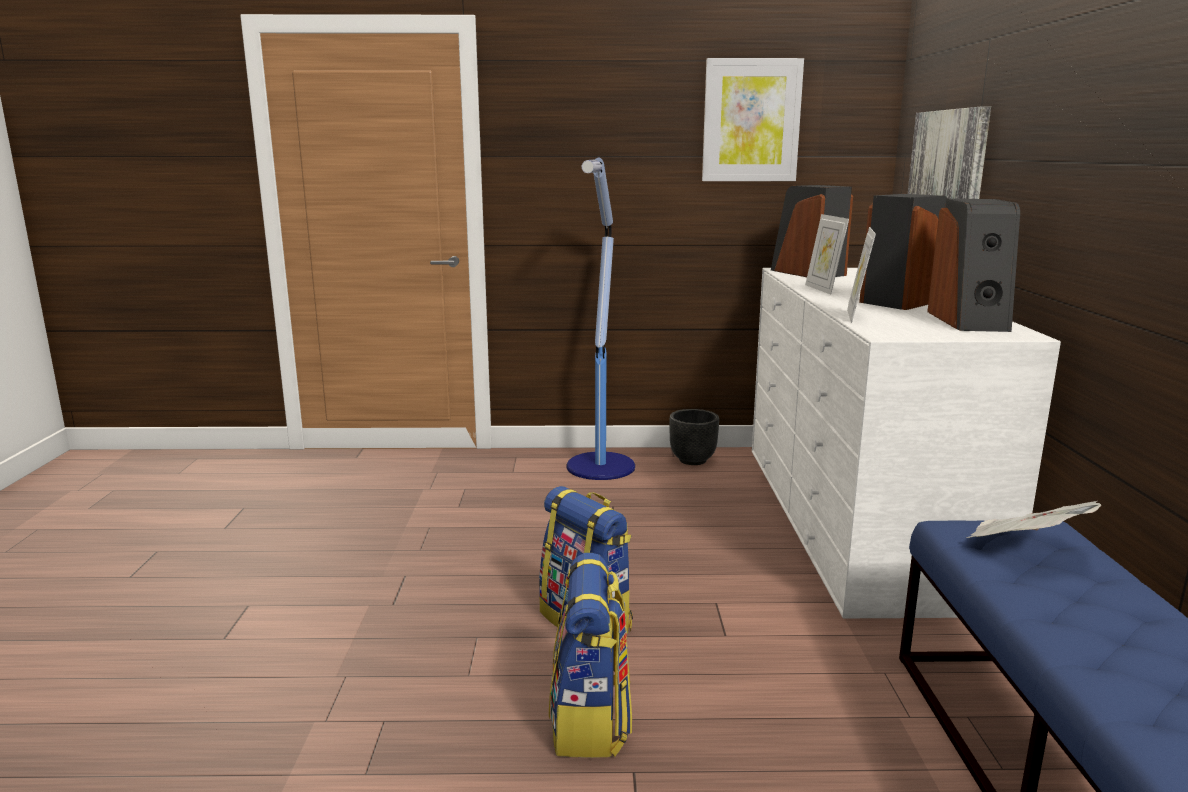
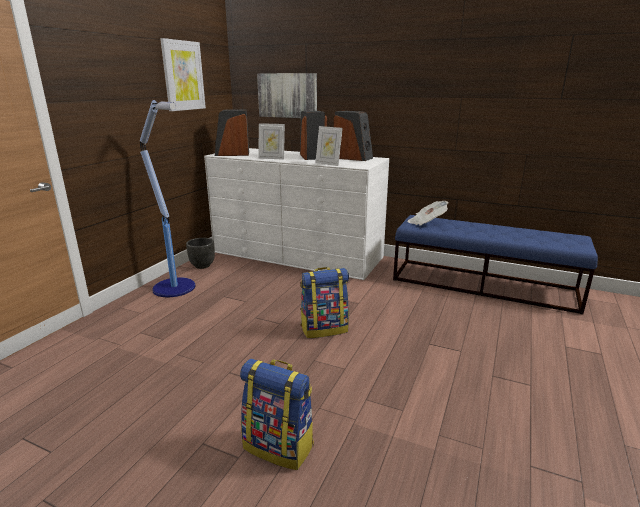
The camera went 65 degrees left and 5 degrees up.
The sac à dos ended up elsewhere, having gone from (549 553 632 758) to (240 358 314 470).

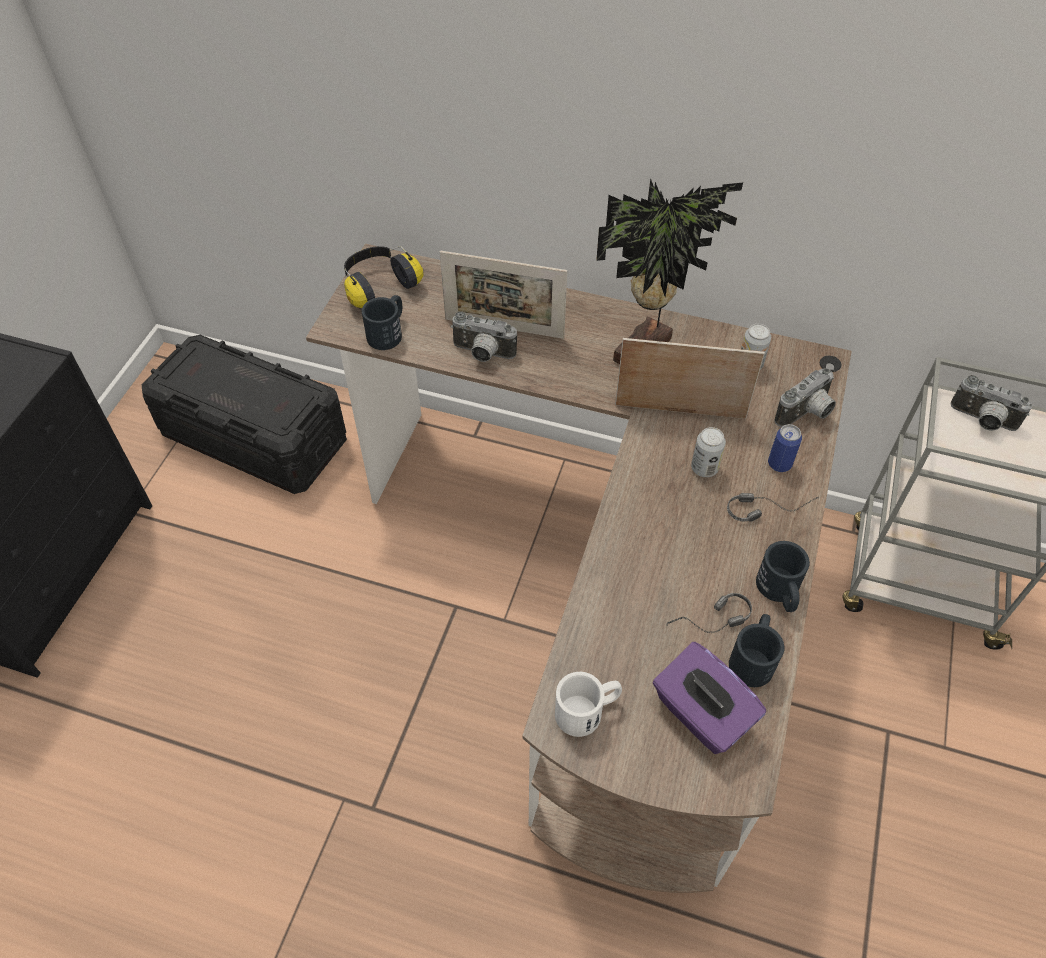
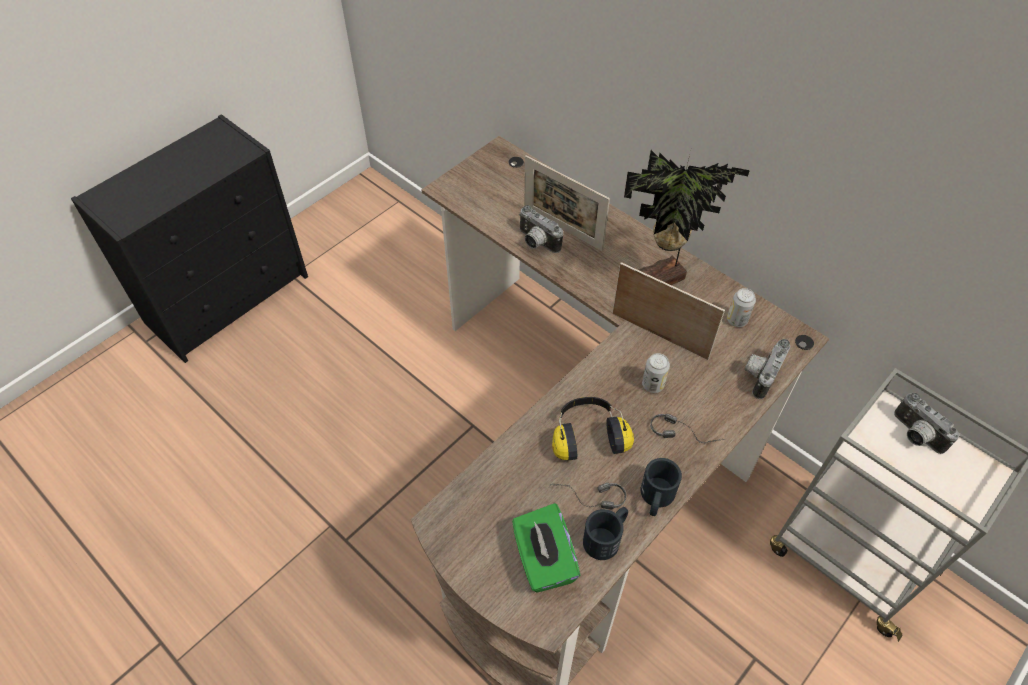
The camera went 25 degrees right and 0 degrees up.
The casque audio ended up elsewhere, having gone from (344 246 424 309) to (552 397 634 461).
The second view lost the mug [noir] at (362 295 402 350).
The second view lost the boîte de rangement [noir] at (142 335 347 494).
The appareil photo at (775 368 836 427) ended up facing another way, 135 degrees clockwise from before.
The second view lost the boîte métallique at (768 424 802 472).
What was the boîte à mouchoirs [violet] at (653 642 766 754) turned into the boîte à mouchoirs [vert] at (512 503 580 593).
The second view lost the mug [blanc] at (555 672 622 737).

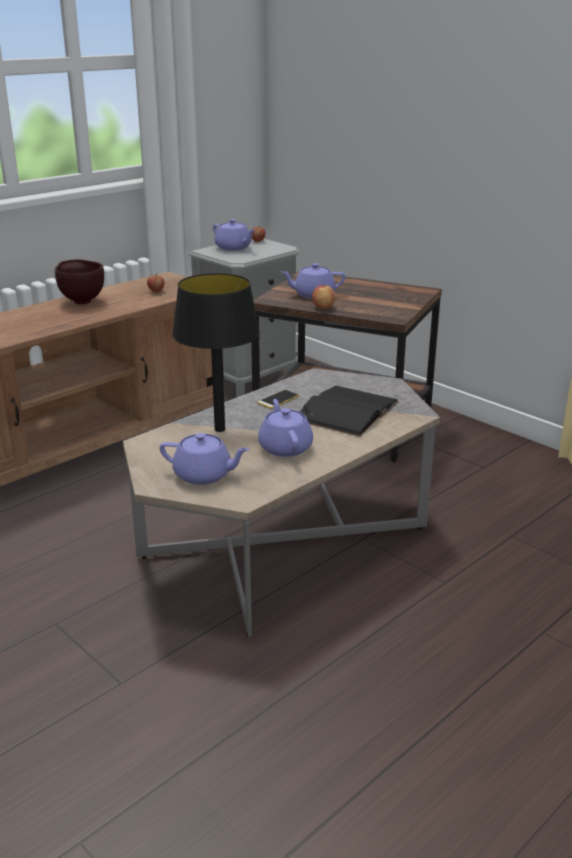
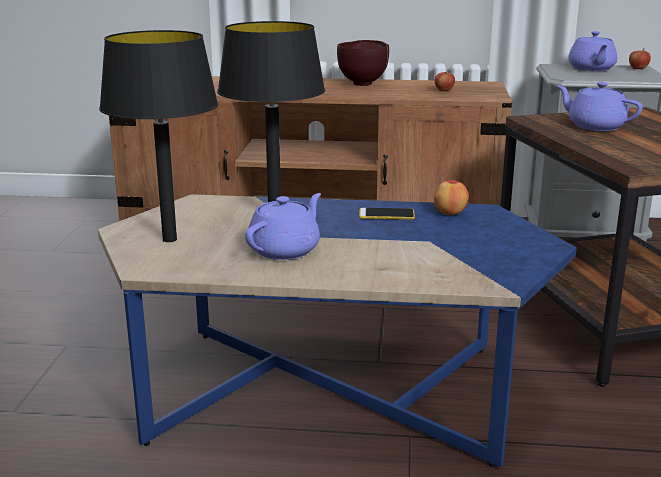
The camera went 50 degrees right and 5 degrees down.
The pomme ended up elsewhere, having gone from (312 285 335 309) to (434 178 469 215).
What was the table basse [gris] at (123 368 440 637) turned into the table basse [bleu] at (98 194 577 467).
The second view lost the livre [noir] at (300 386 399 437).
Where the théière [violet] stood at (160 433 249 485), the lampe de table [noir] came to stand at (99 30 218 242).

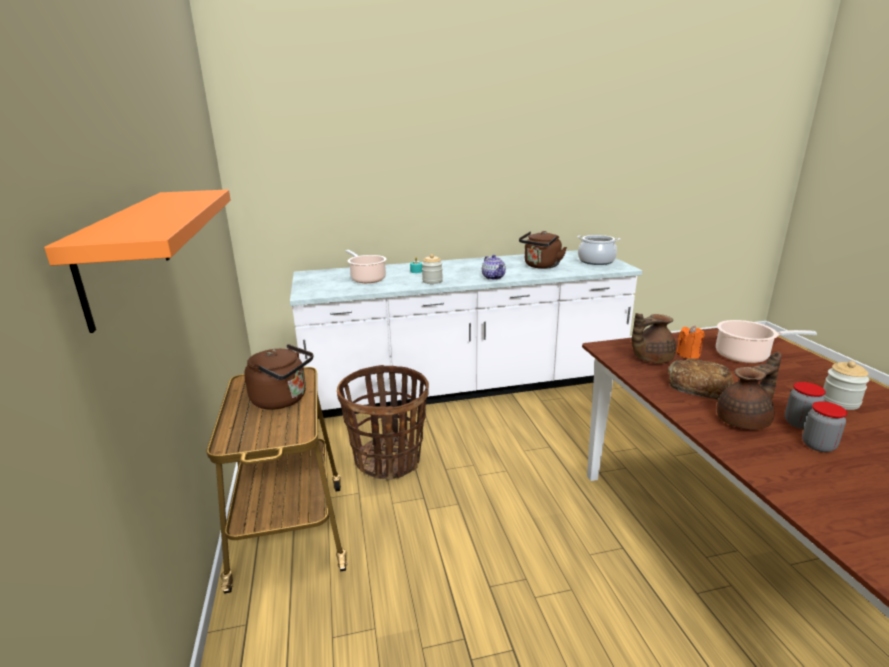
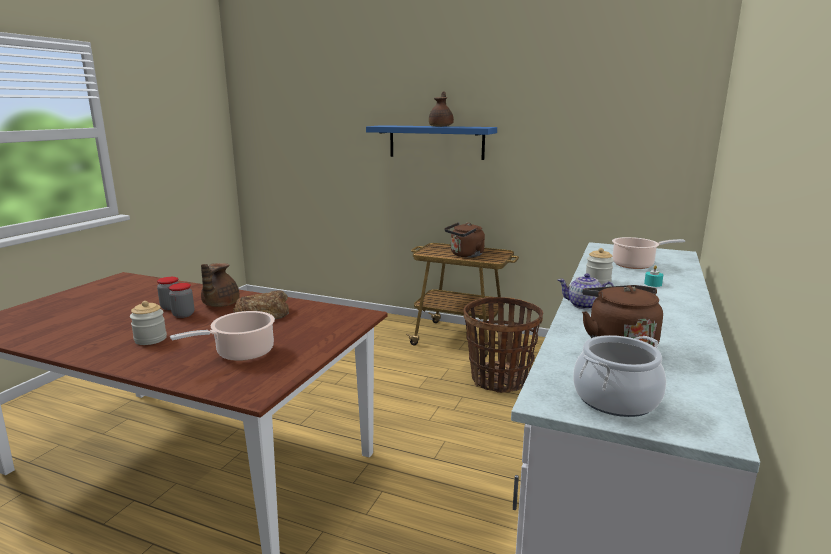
The camera went 125 degrees right and 5 degrees down.
What was the étagère [orange] at (44 189 231 333) turned into the étagère [bleu] at (366 125 497 160).
The théière [marron] ended up elsewhere, having gone from (632 313 676 363) to (429 91 454 127).
The second view lost the bougie [orange] at (676 326 705 359).

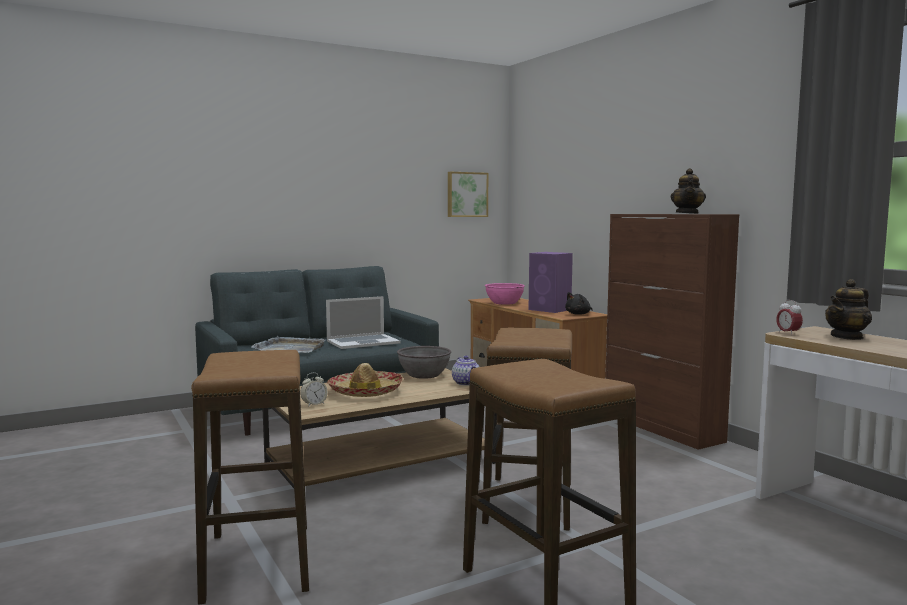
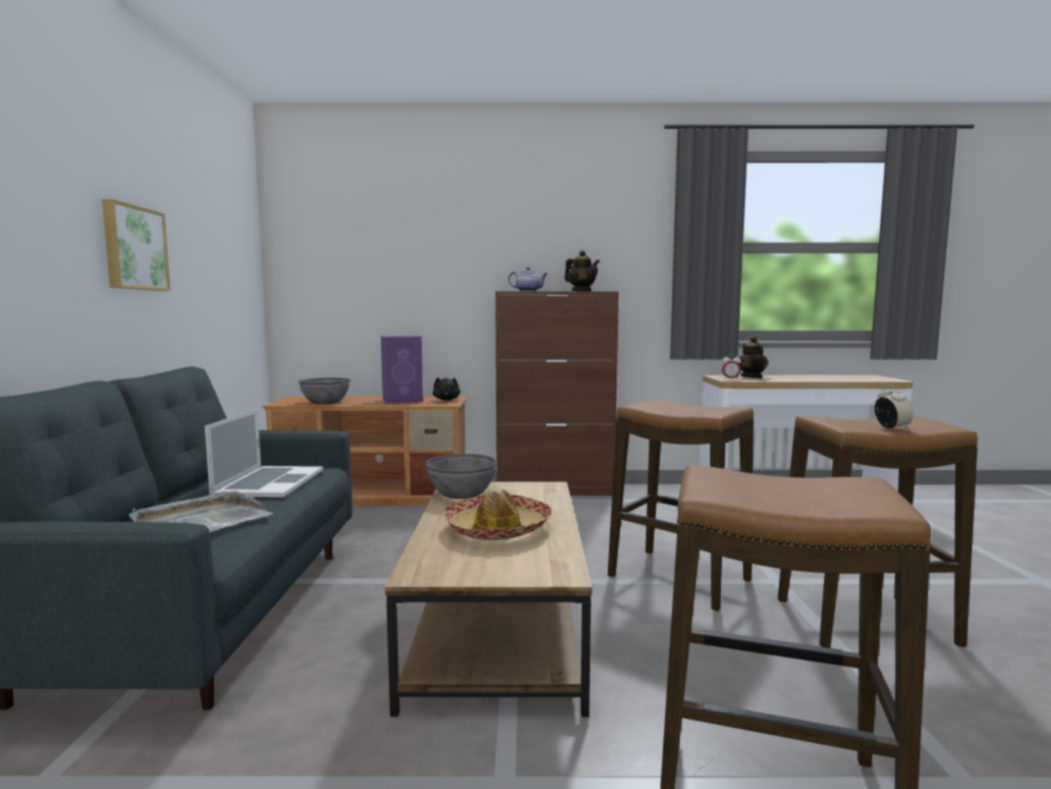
The camera went 60 degrees left and 0 degrees up.
The tableau ended up elsewhere, having gone from (448 172 488 217) to (102 199 170 291).
What was the bol [rose] at (485 283 525 305) turned into the bol [gris] at (298 378 350 404).
The théière ended up elsewhere, having gone from (452 356 479 386) to (508 267 548 291).
The réveil ended up elsewhere, having gone from (300 373 327 407) to (875 385 913 429).

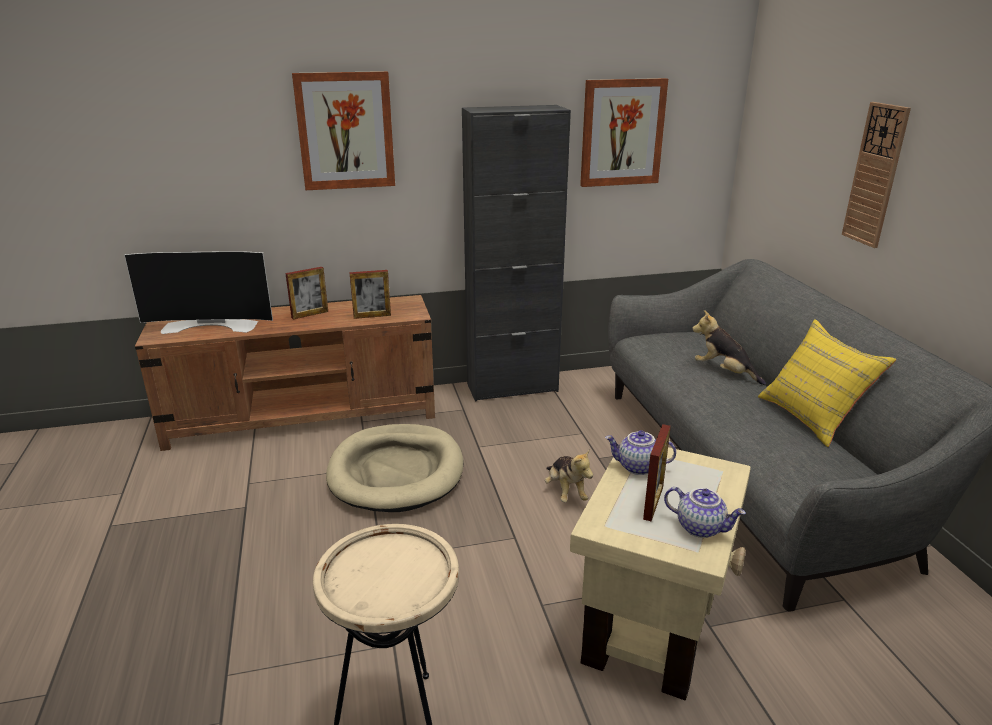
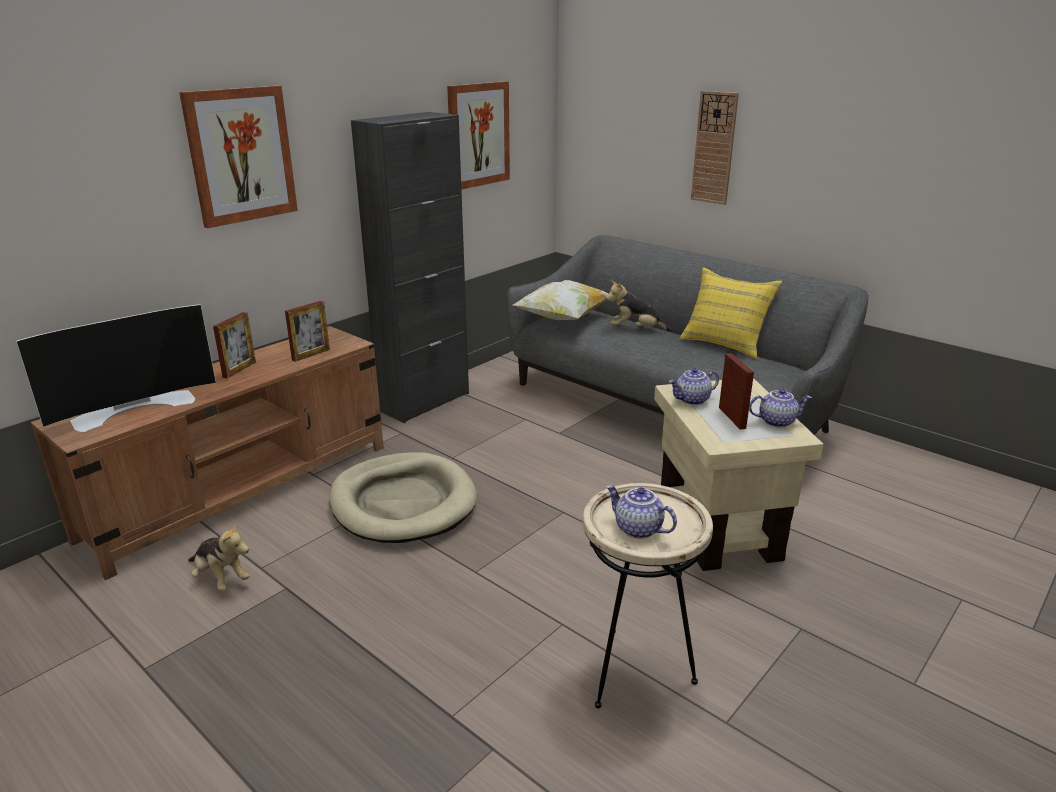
The camera went 35 degrees left and 0 degrees up.
The peluche ended up elsewhere, having gone from (545 449 593 502) to (188 522 250 591).
The second view gained the coussin at (513 280 609 320).
The second view gained the théière at (606 485 677 539).

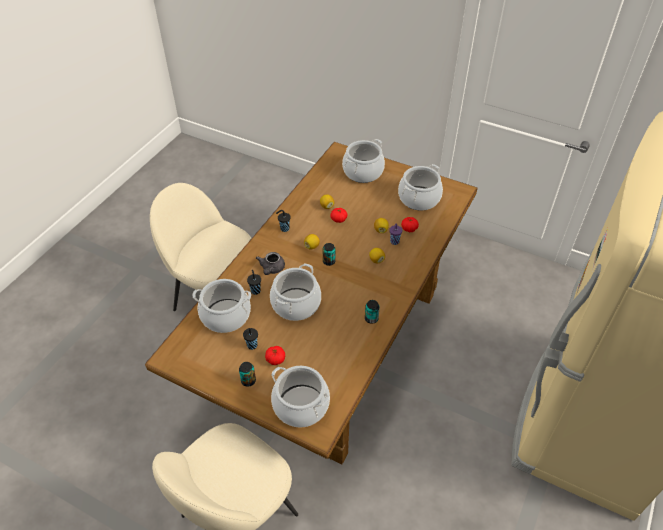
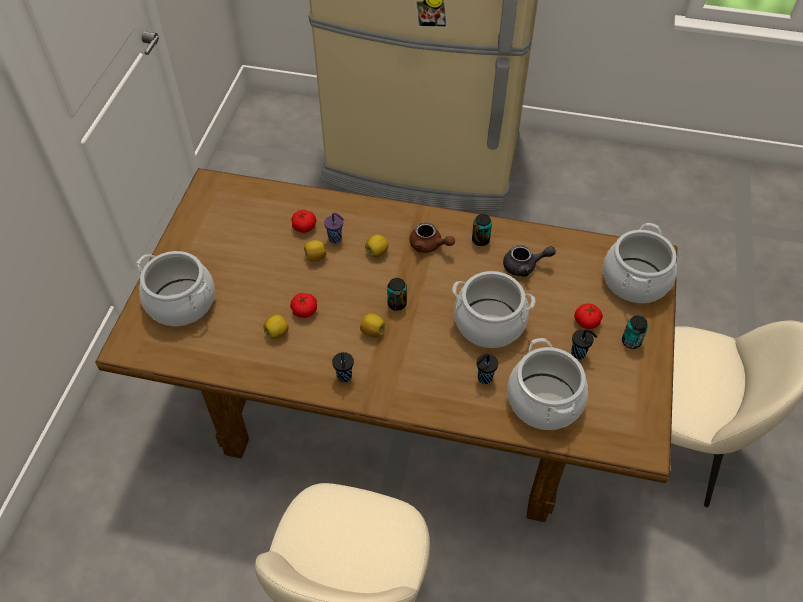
The camera went 105 degrees left and 5 degrees up.
The second view lost the marmite at (398 164 443 211).
The théière [gris] ended up elsewhere, having gone from (256 252 285 275) to (503 245 556 277).
The second view gained the théière [marron] at (409 222 455 253).

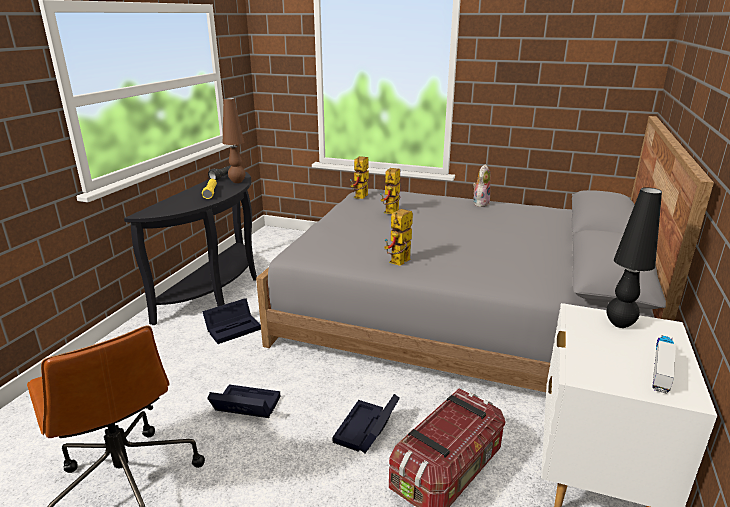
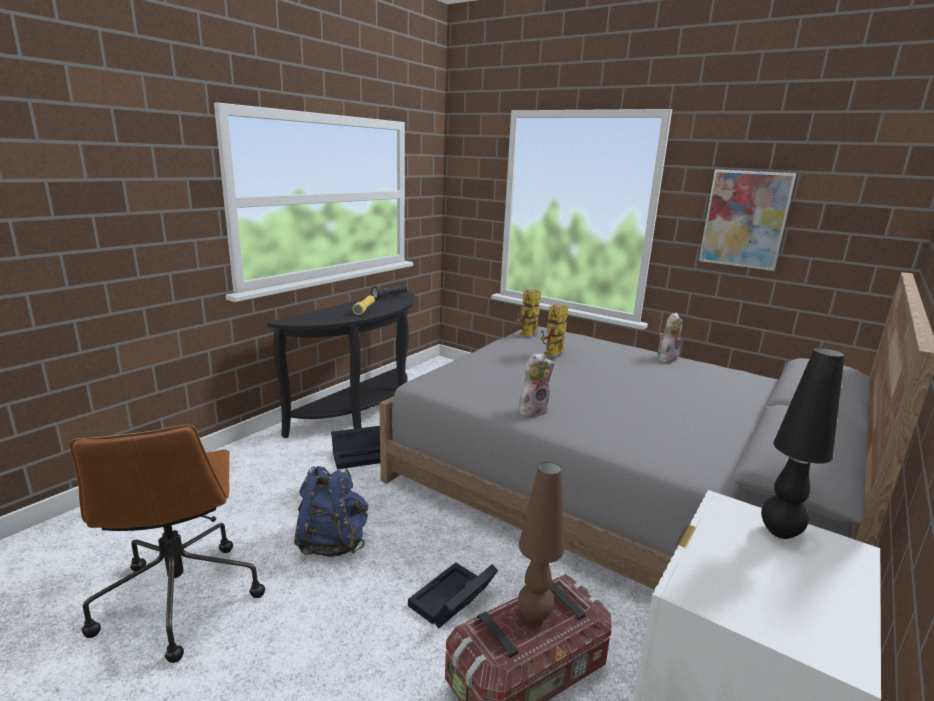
The camera went 15 degrees right and 5 degrees down.
The lampe de table [marron] ended up elsewhere, having gone from (223 98 246 183) to (518 462 565 622).
Where the robot jouet stood at (384 209 413 266), the peluche came to stand at (519 352 555 417).
The second view lost the camion jouet at (652 335 676 393).
Where the boîte de rangement [noir] stood at (207 384 281 418), the sac à dos [bleu] came to stand at (294 466 368 557).
The second view gained the tableau at (699 169 797 271).

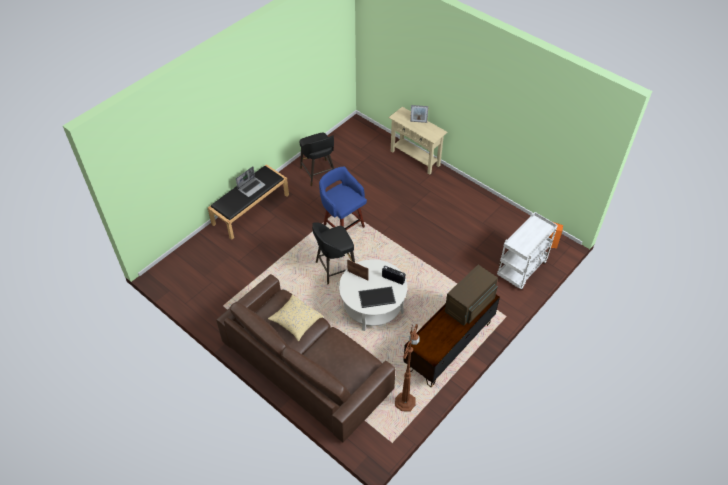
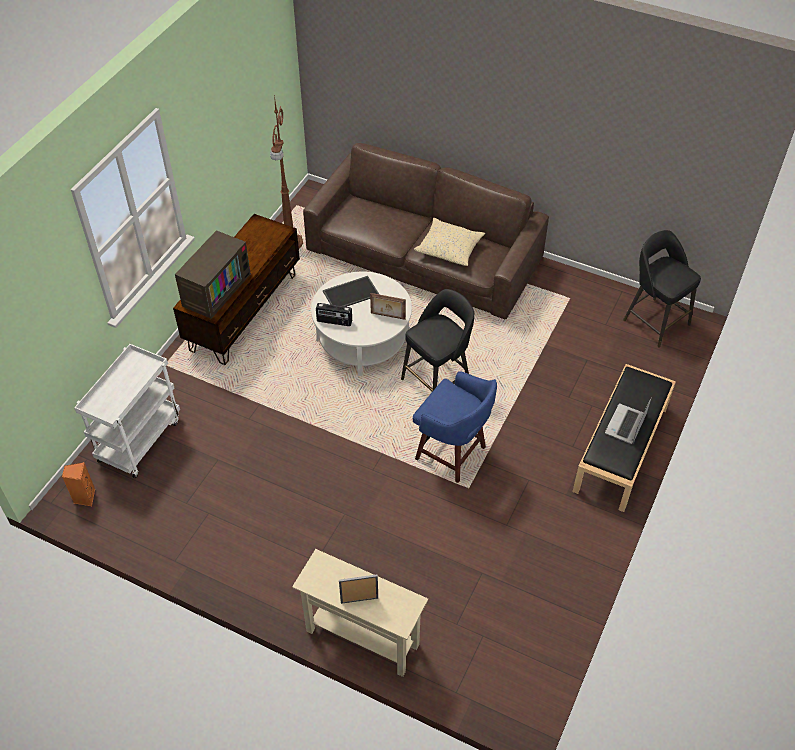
The camera went 165 degrees right and 0 degrees up.
The tabouret [noir] ended up elsewhere, having gone from (300 133 334 186) to (623 230 701 348).

